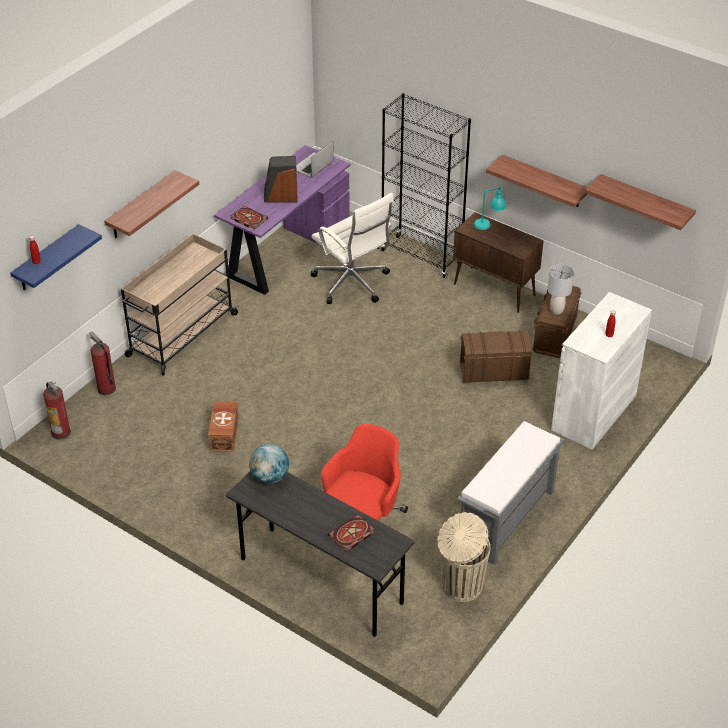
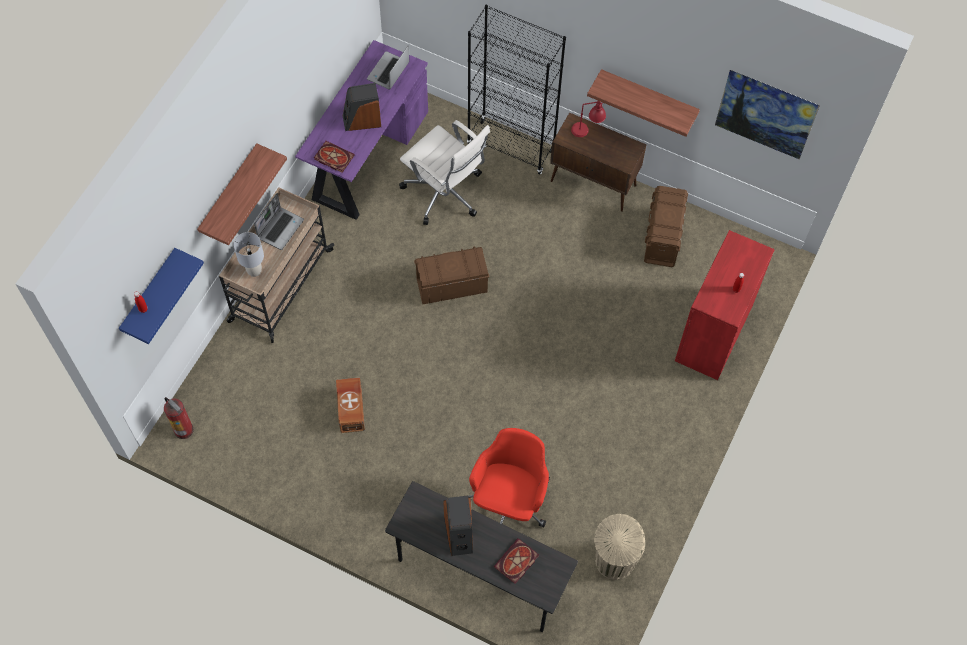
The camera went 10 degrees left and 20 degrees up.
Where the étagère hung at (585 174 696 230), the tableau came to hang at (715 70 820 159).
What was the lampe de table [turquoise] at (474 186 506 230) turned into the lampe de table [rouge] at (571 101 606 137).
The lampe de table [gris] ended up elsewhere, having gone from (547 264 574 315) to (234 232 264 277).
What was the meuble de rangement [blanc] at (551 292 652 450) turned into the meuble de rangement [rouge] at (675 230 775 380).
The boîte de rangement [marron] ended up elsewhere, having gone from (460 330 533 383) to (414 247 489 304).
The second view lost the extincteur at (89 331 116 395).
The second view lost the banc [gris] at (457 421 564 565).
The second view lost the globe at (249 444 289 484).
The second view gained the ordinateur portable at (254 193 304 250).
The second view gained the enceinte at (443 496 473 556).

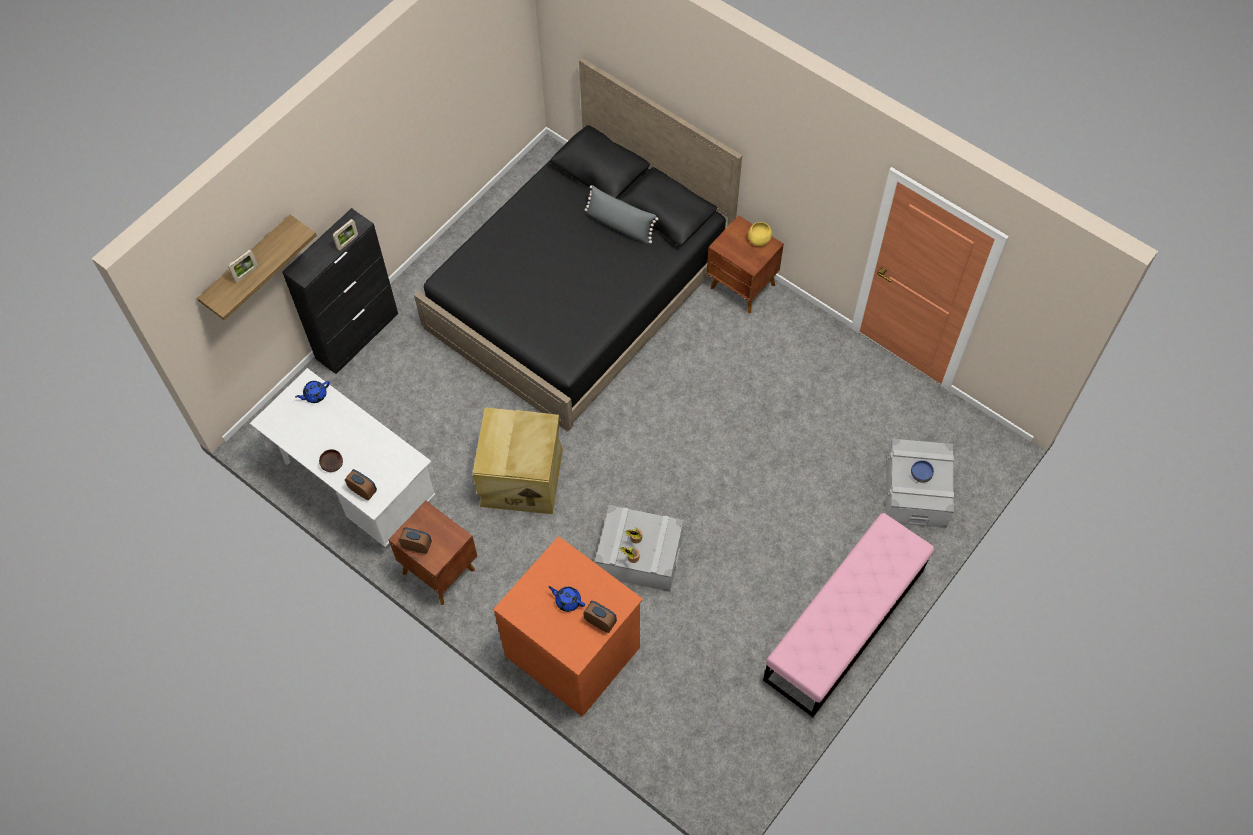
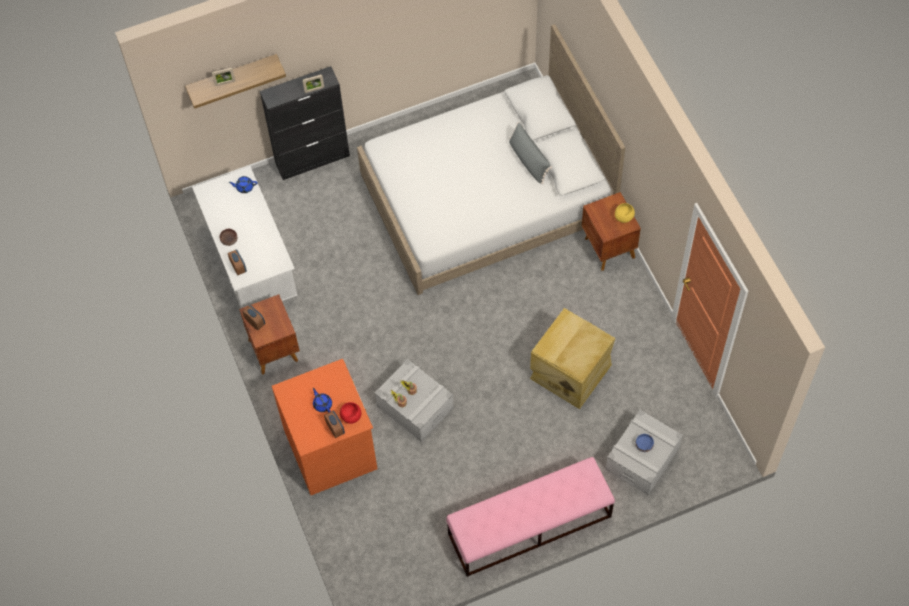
The camera went 30 degrees right and 0 degrees up.
What was the lit [noir] at (414 58 742 431) turned into the lit [blanc] at (357 24 625 295).
The boîte de rangement [beige] ended up elsewhere, having gone from (473 407 563 514) to (530 308 616 409).
The second view gained the bol [rouge] at (340 402 361 424).

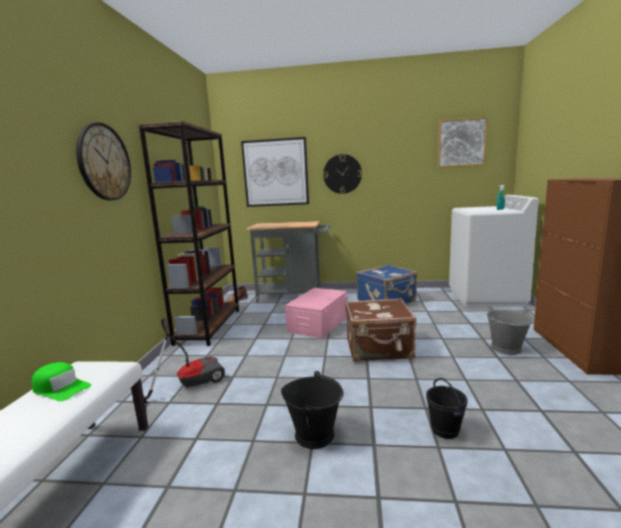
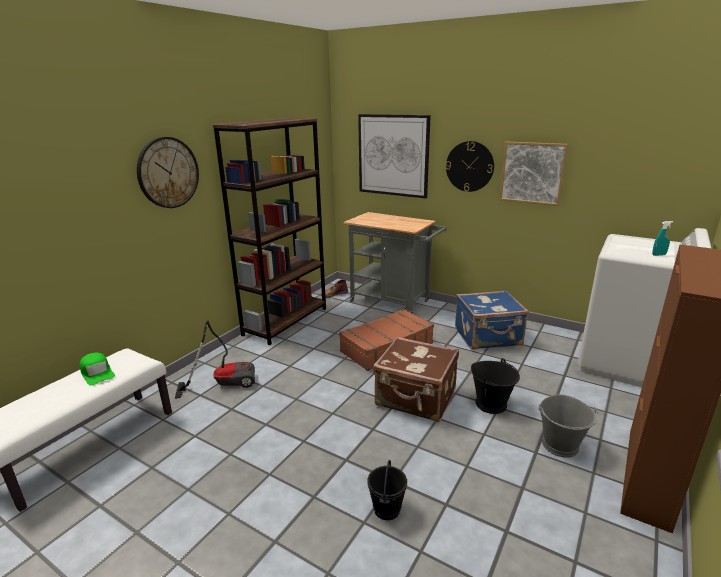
The camera went 25 degrees right and 10 degrees up.
The tableau ended up elsewhere, having gone from (438 117 488 168) to (499 142 569 206).
Where the boîte de rangement [rose] stood at (285 288 348 339), the valise [marron] came to stand at (339 309 434 371).
The seau [noir] ended up elsewhere, having gone from (281 371 343 449) to (471 358 520 414).

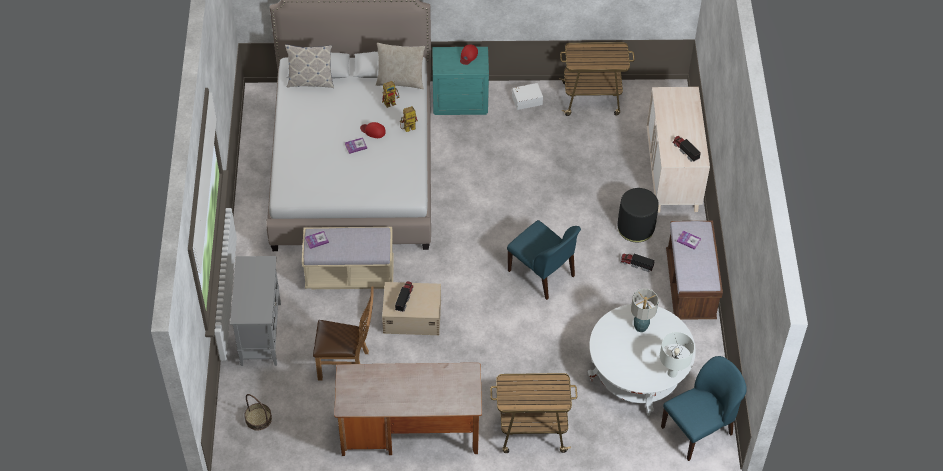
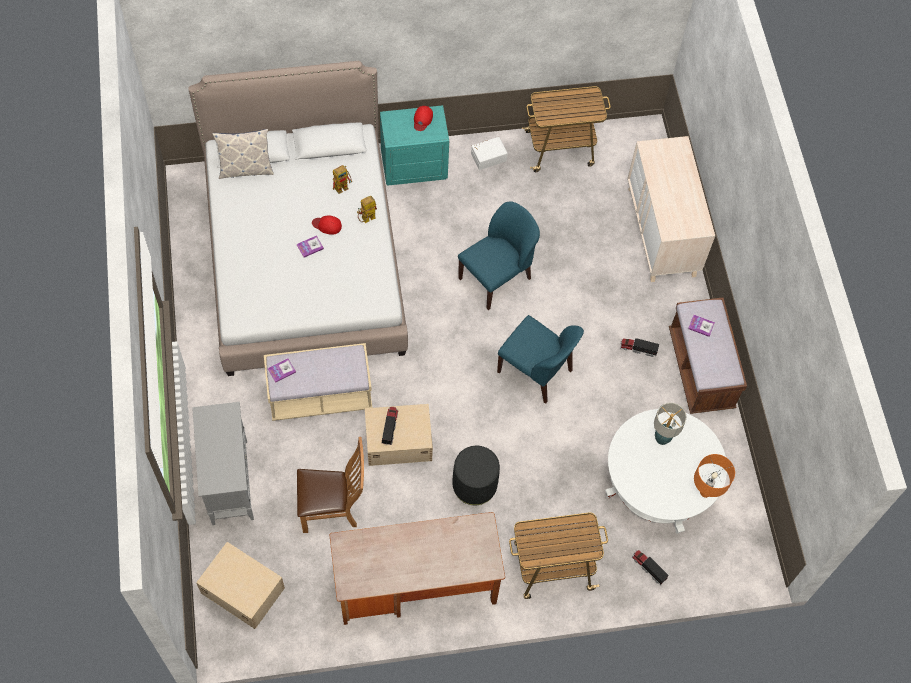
The camera went 10 degrees left and 10 degrees up.
The second view lost the coussin [beige] at (376 43 425 89).
The camion jouet ended up elsewhere, having gone from (672 136 700 162) to (632 550 669 585).
The pouf [noir] ended up elsewhere, having gone from (618 188 659 242) to (452 446 500 505).
What was the lampe de table [blanc] at (660 332 694 378) turned into the lampe de table [orange] at (694 454 735 498).
The chaise [bleu] ended up elsewhere, having gone from (661 356 747 461) to (458 201 540 310).
Where the panier stood at (244 394 272 430), the boîte de rangement [beige] came to stand at (196 542 285 629).

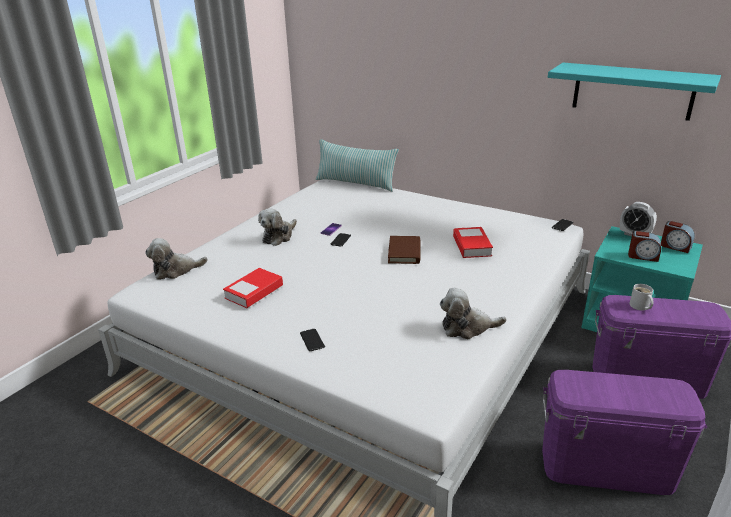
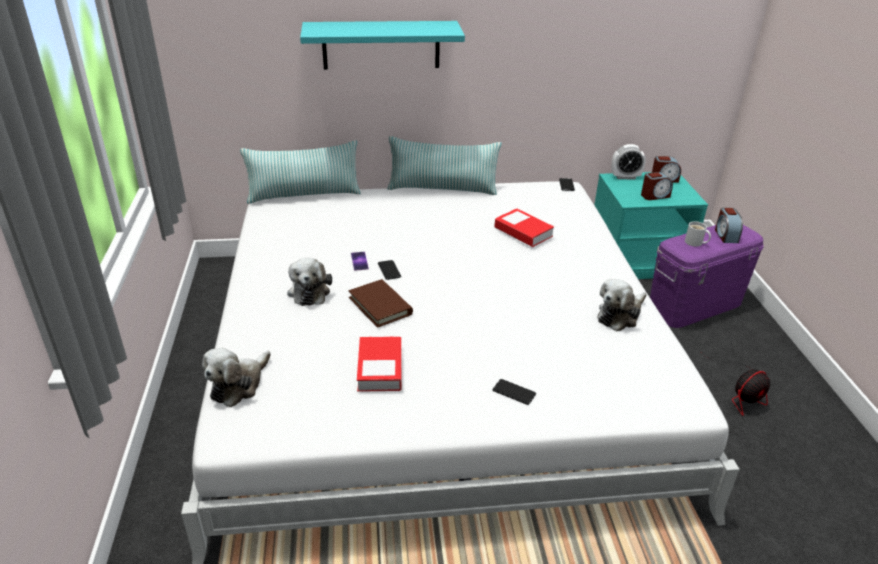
The camera went 40 degrees left and 5 degrees up.
The étagère [turquoise] ended up elsewhere, having gone from (548 63 721 121) to (300 21 465 70).
The livre [marron] ended up elsewhere, having gone from (388 236 420 264) to (348 279 413 328).
Where the boîte de rangement [violet] stood at (542 370 707 495), the ventilateur came to stand at (702 353 770 416).
The second view gained the coussin at (387 136 502 195).
The second view gained the réveil at (715 208 743 243).

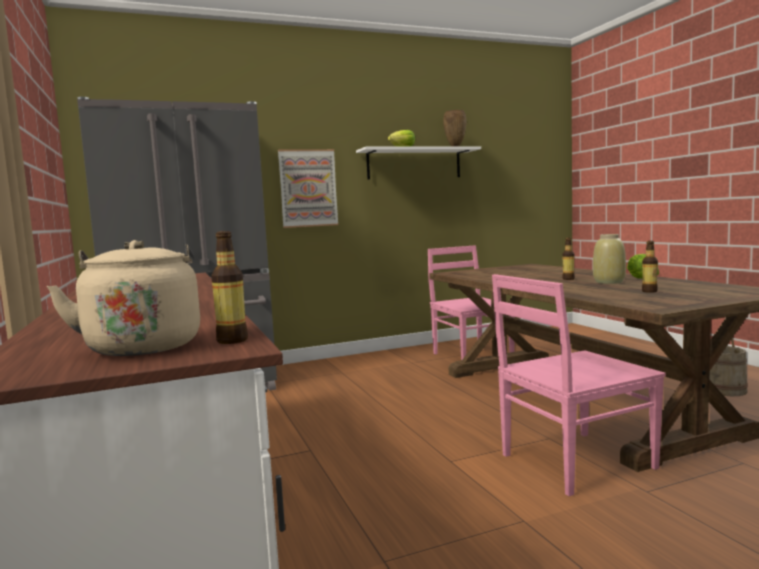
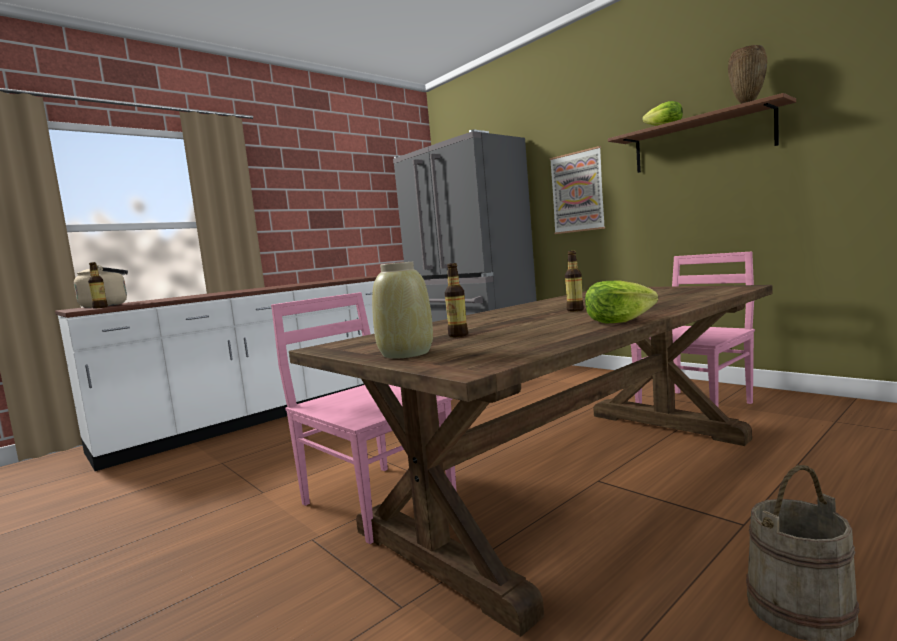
The camera went 70 degrees right and 0 degrees up.
What was the étagère [blanc] at (356 146 481 179) turned into the étagère [marron] at (608 93 796 173).
The vase [beige] ended up elsewhere, having gone from (593 234 626 284) to (372 261 433 359).

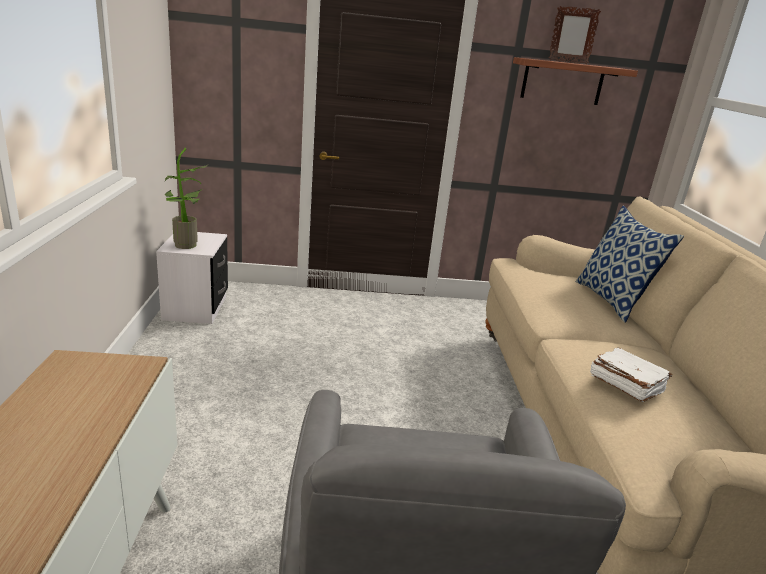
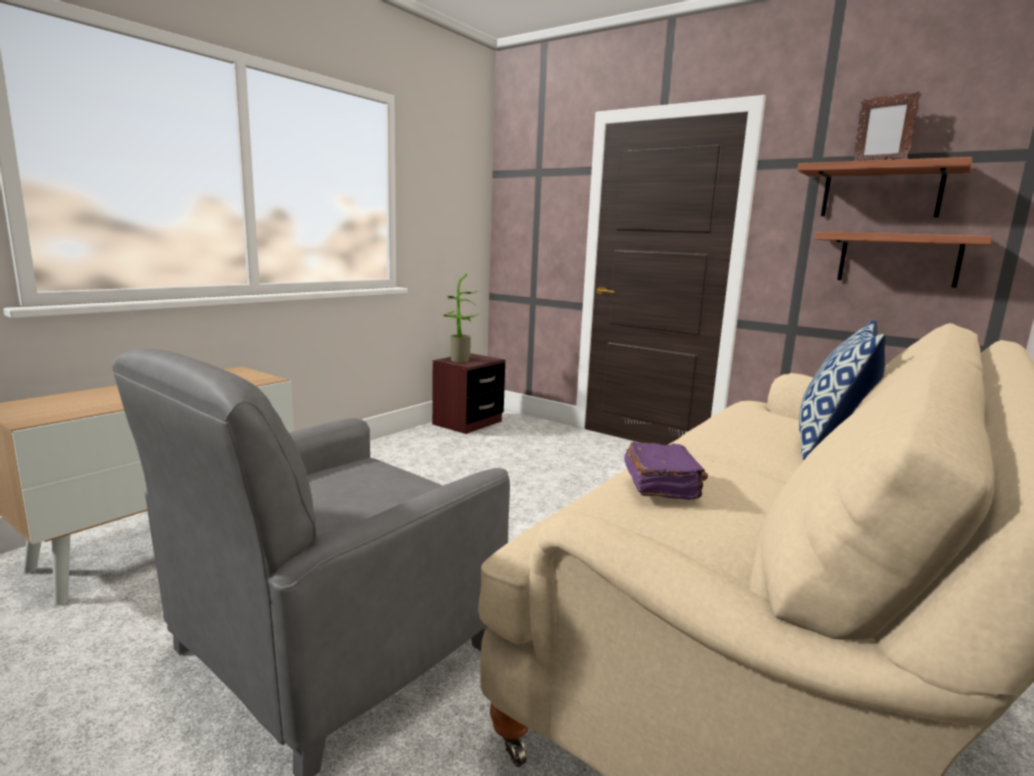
The camera went 40 degrees right and 10 degrees down.
What was the table de chevet [blanc] at (156 232 228 324) turned into the table de chevet [marron] at (432 353 505 434).
What was the livre [blanc] at (590 347 672 402) turned into the livre [violet] at (624 442 708 500).
The second view gained the étagère at (815 232 993 288).

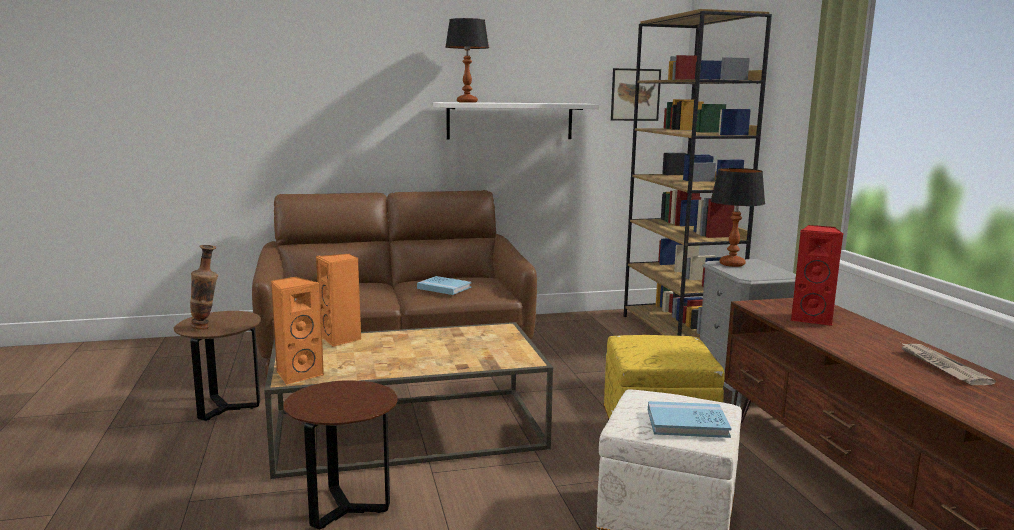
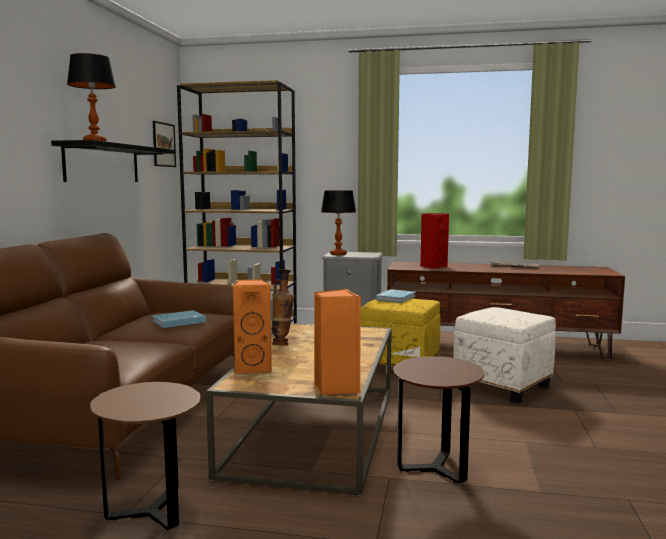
The camera went 65 degrees left and 5 degrees down.
What was the étagère [blanc] at (433 102 599 139) turned into the étagère [noir] at (51 140 175 182).
The vase ended up elsewhere, having gone from (190 245 218 329) to (272 269 295 345).
The livre [bleu] ended up elsewhere, having gone from (648 401 732 438) to (376 289 416 303).

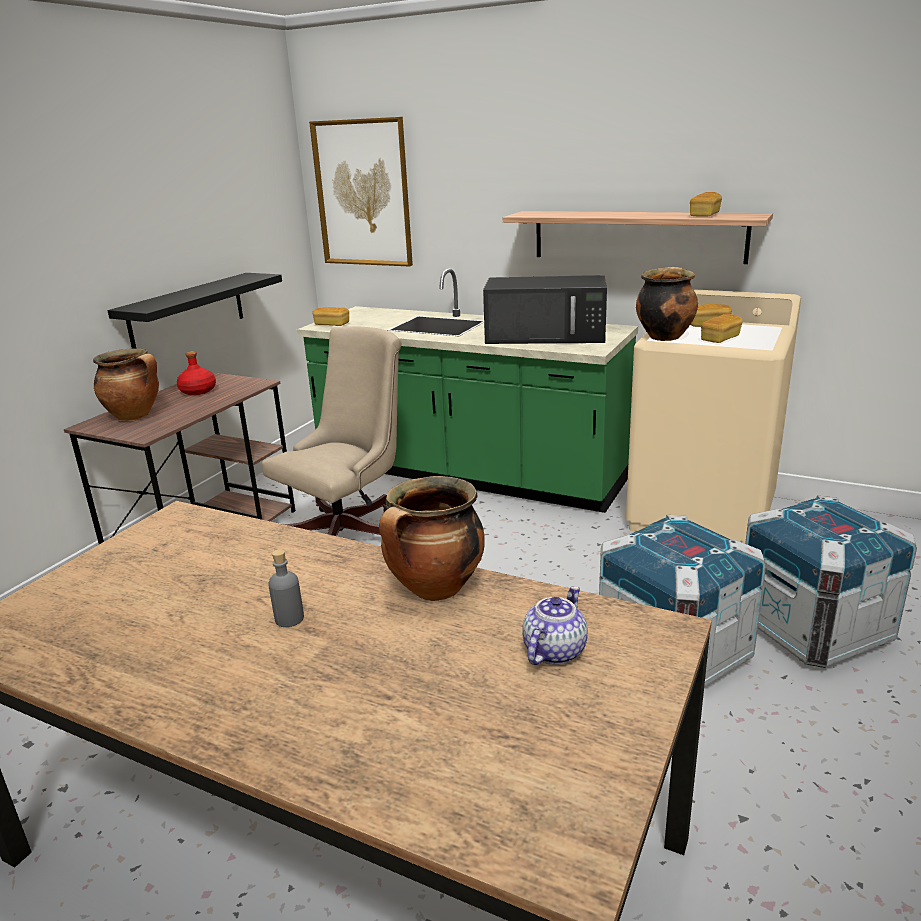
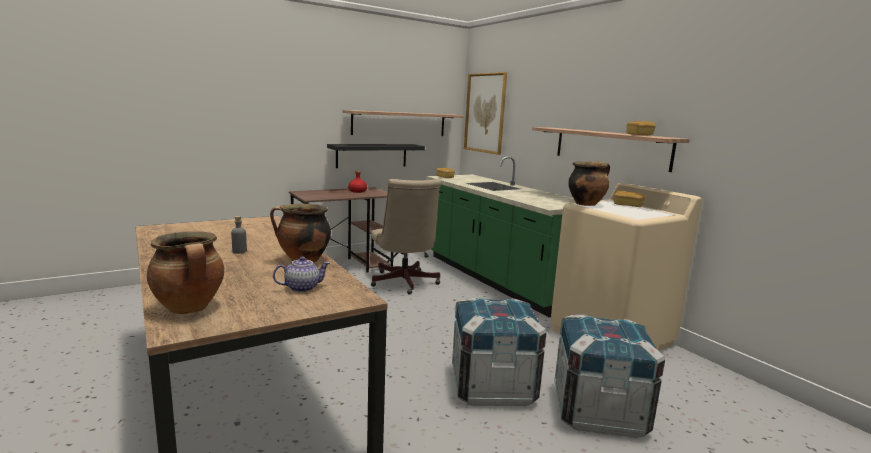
The camera went 30 degrees right and 10 degrees down.
The second view lost the micro-ondes [noir] at (483 275 607 344).
The second view lost the pain at (701 314 743 343).
The chaise de bureau [beige] at (262 326 401 536) ended up facing another way, 90 degrees clockwise from before.
The marmite ended up elsewhere, having gone from (93 348 159 421) to (147 231 224 314).
The second view gained the étagère at (342 110 464 136).

